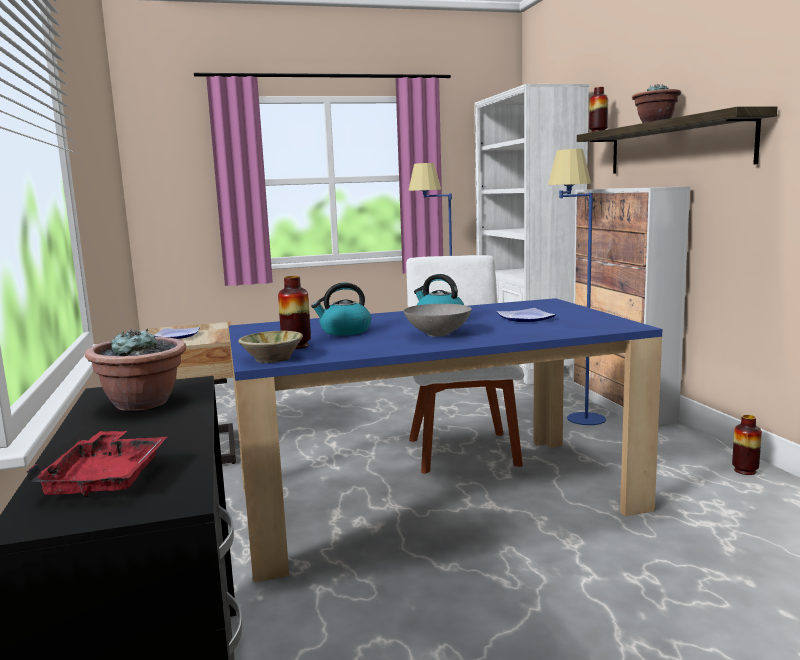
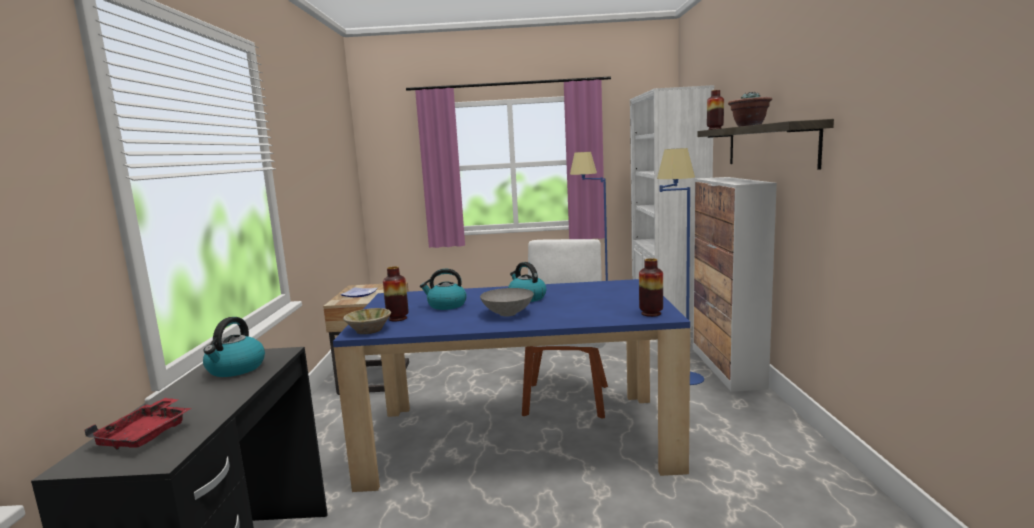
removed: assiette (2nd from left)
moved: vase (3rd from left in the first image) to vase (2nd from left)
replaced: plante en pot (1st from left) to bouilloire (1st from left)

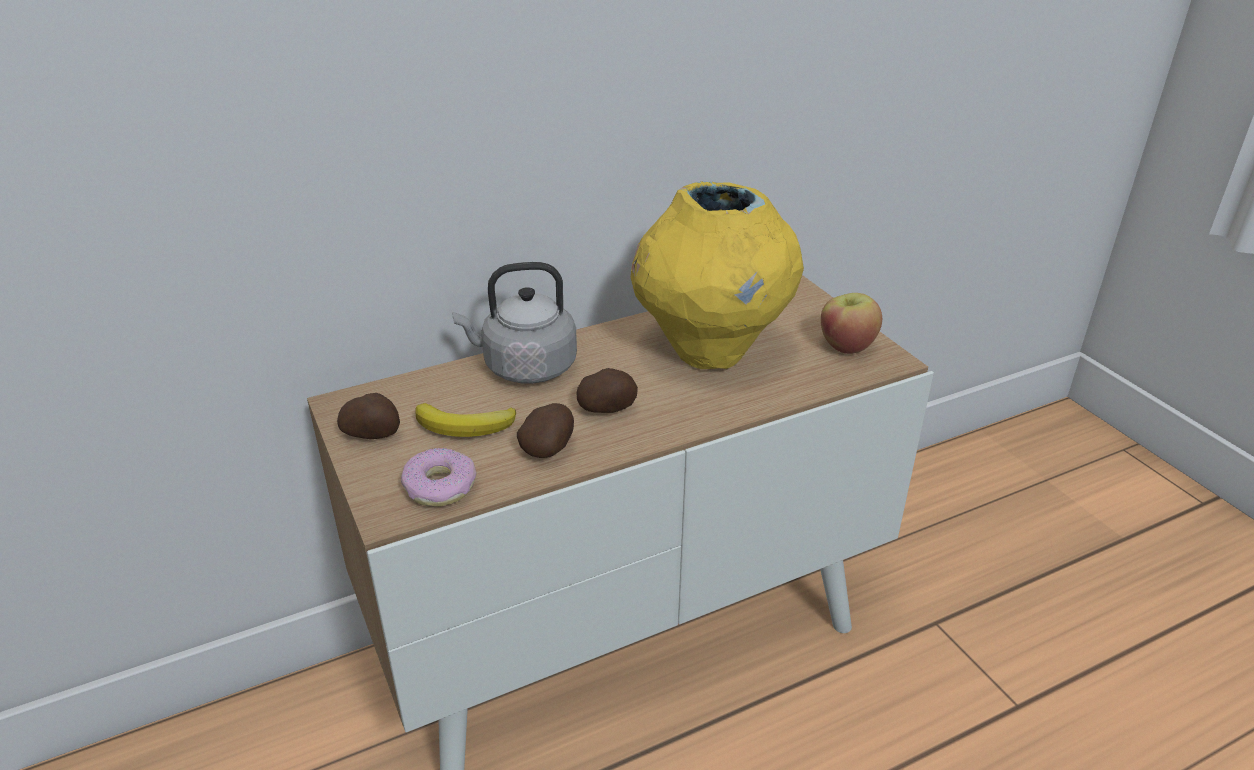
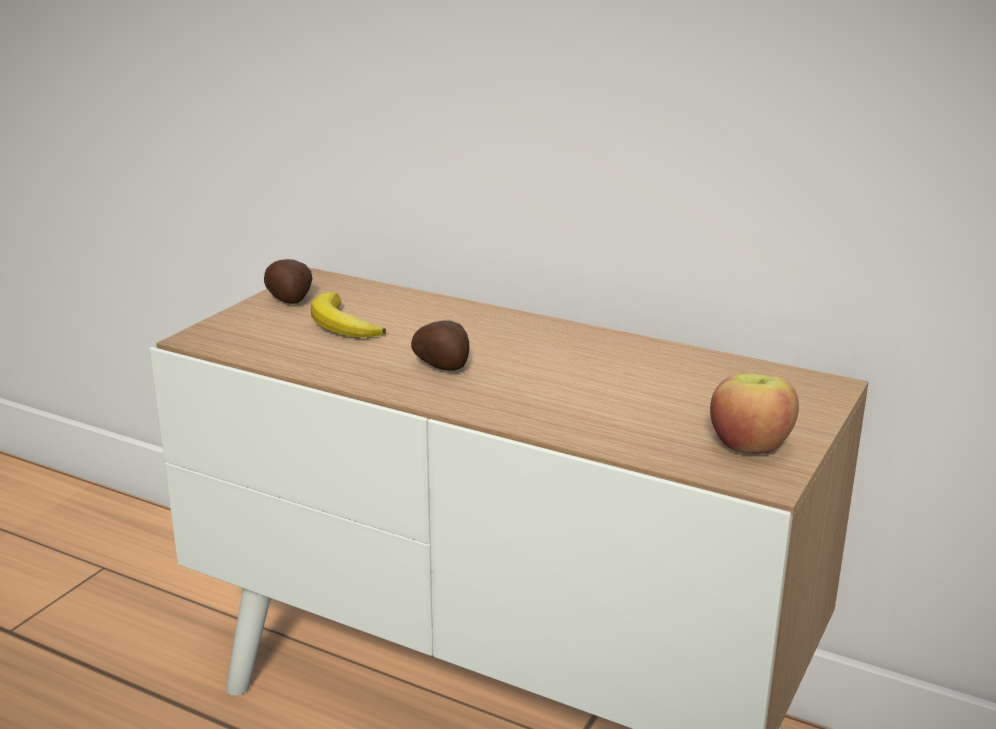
removed: beignet; bouilloire/gris; pomme de terre (2nd from left); vase/jaune

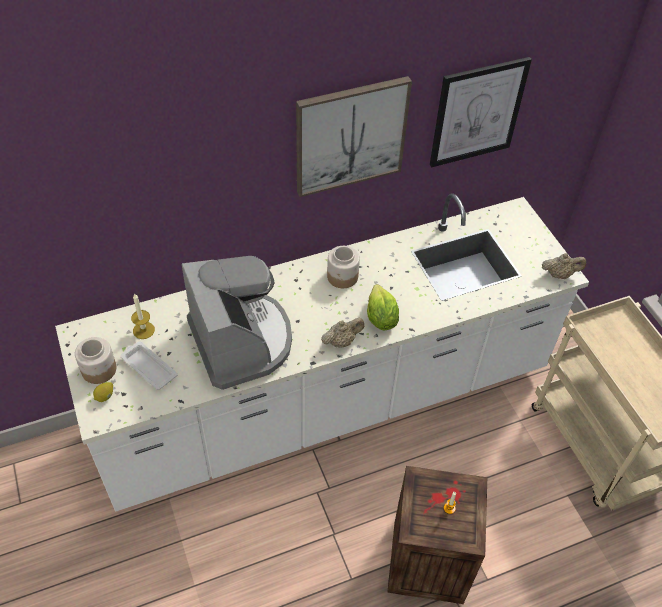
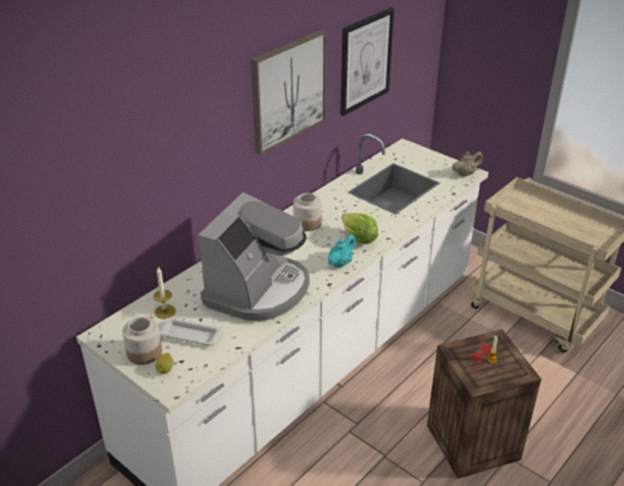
recoloured: théière/beige (1st from left) to théière/turquoise
turned: machine à café 75 degrees clockwise

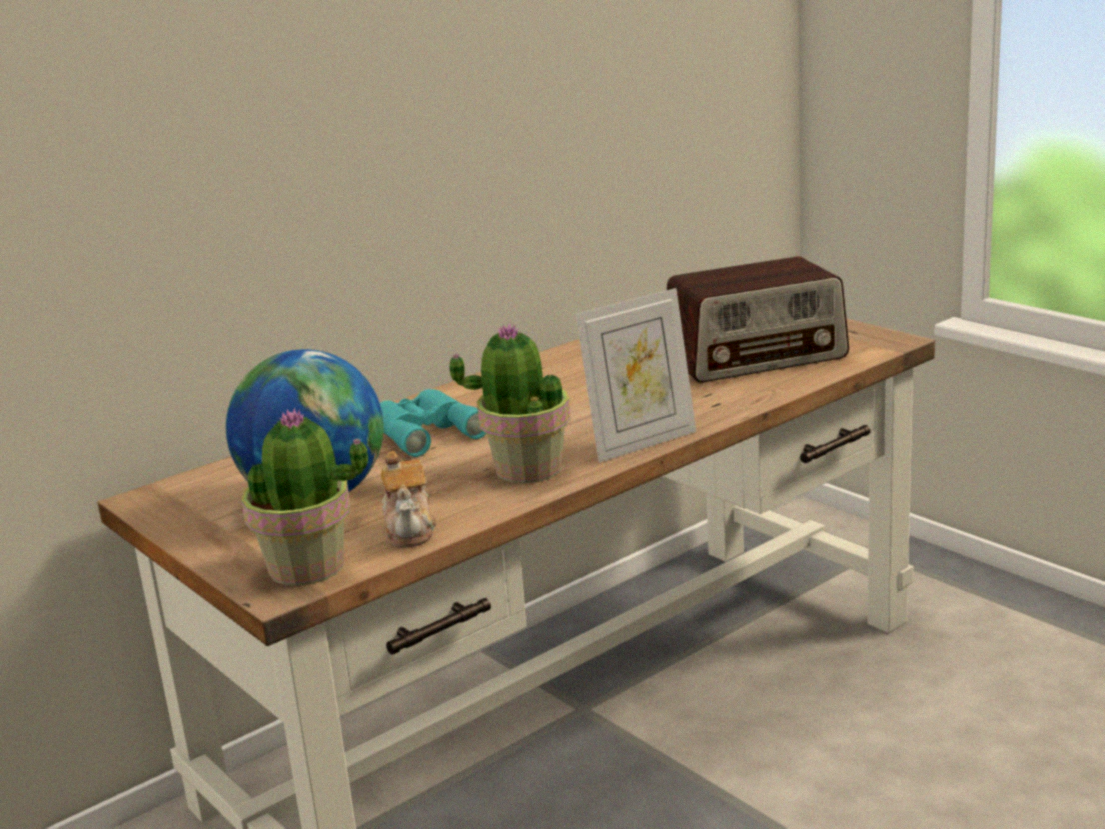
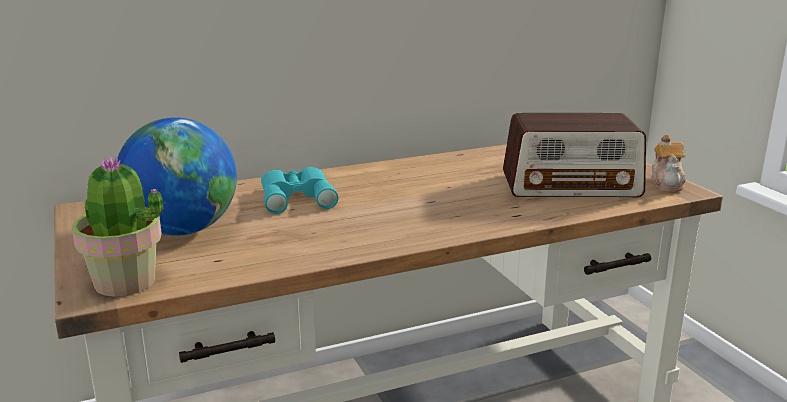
removed: plante en pot (2nd from left); cadre photo
moved: théière

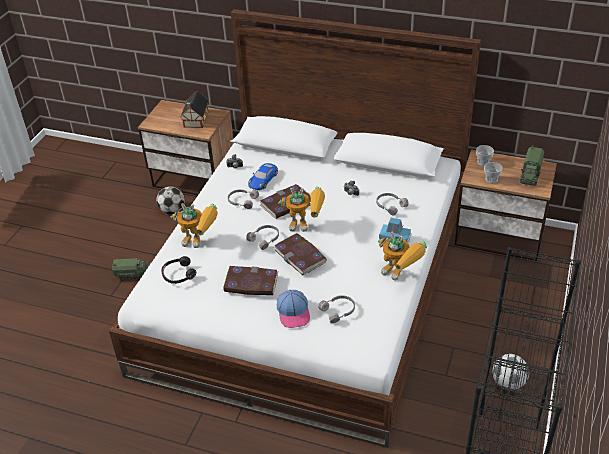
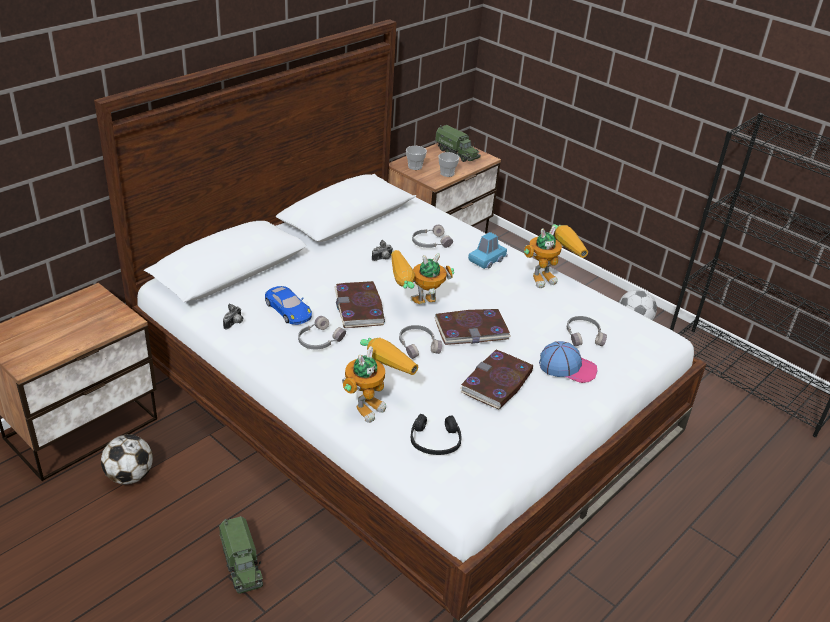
removed: maison miniature
turned: camion jouet (1st from left) 135 degrees clockwise; robot jouet (2nd from left) 135 degrees counterclockwise

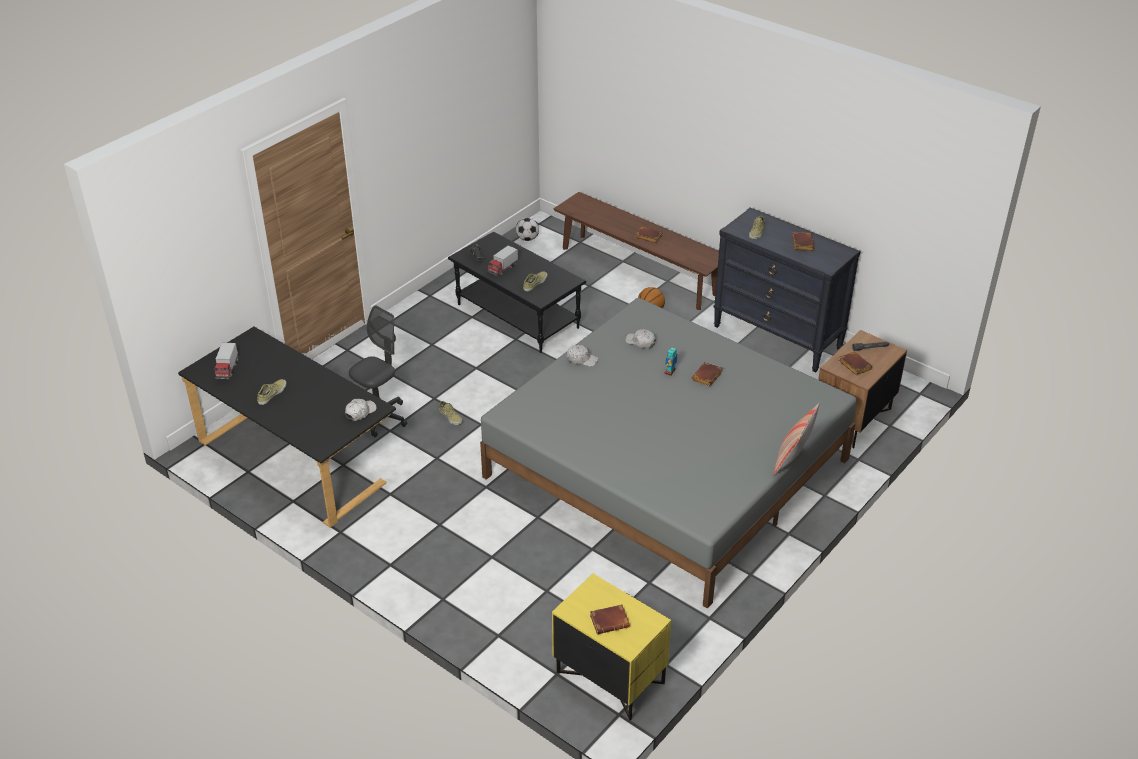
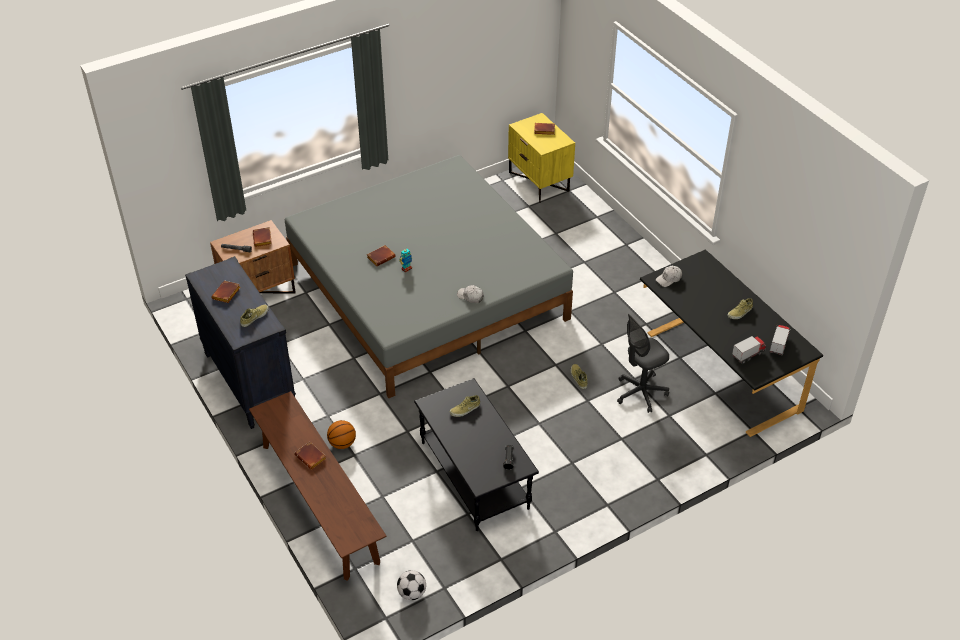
removed: casquette/blanc (3rd from left); coussin
moved: camion jouet (2nd from left in the first image) to camion jouet (1st from left)

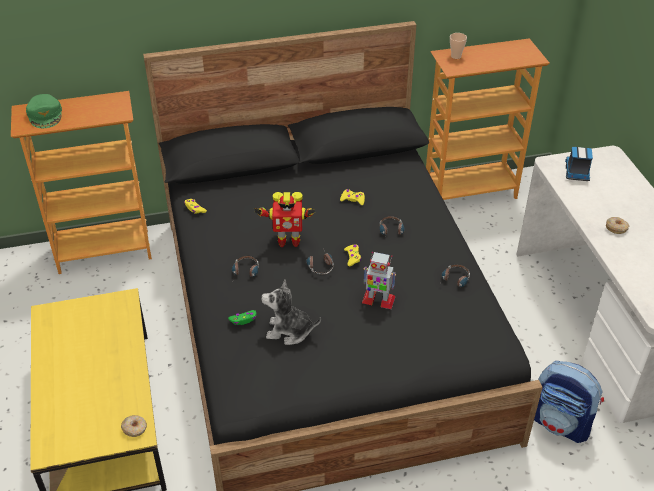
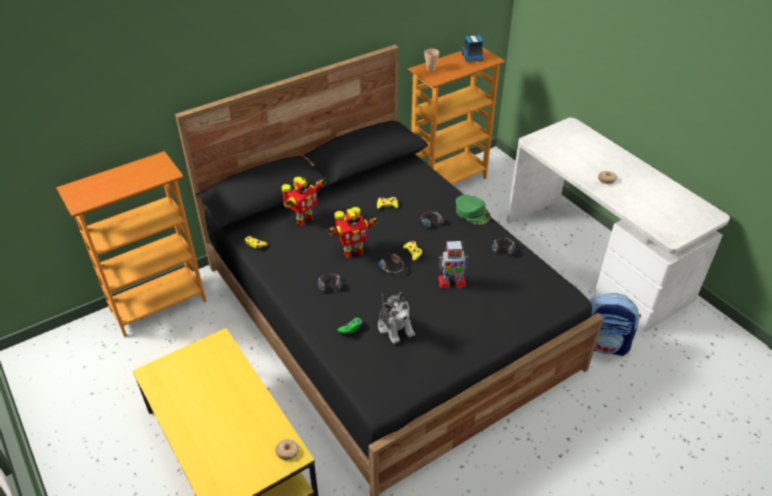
added: robot jouet (1st from left)
moved: casquette/vert; camion jouet
turned: peluche 105 degrees counterclockwise

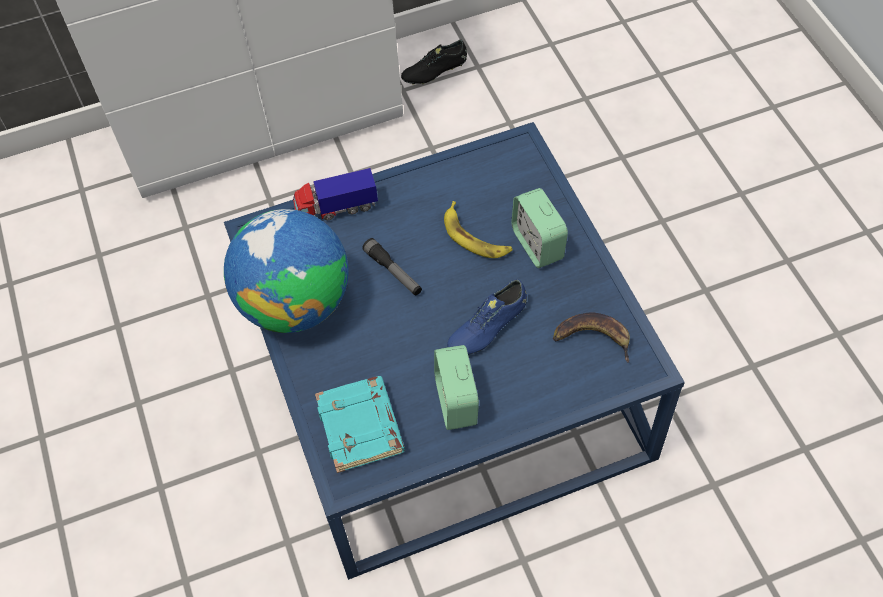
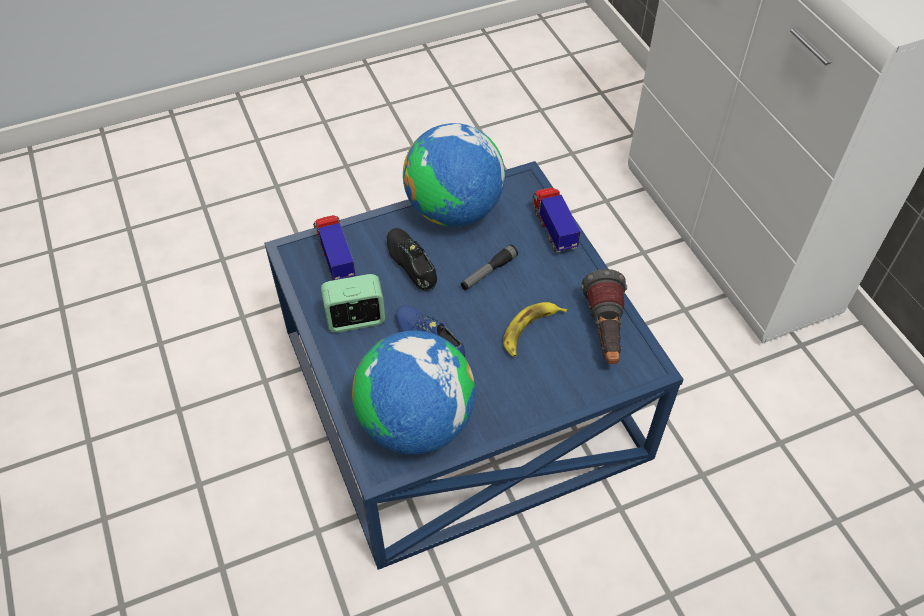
removed: réveil (2nd from left)
added: lampe de poche (2nd from left)
moved: chaussure/noir
replaced: livre/turquoise to camion jouet (1st from left); banane (2nd from left) to globe (1st from left)

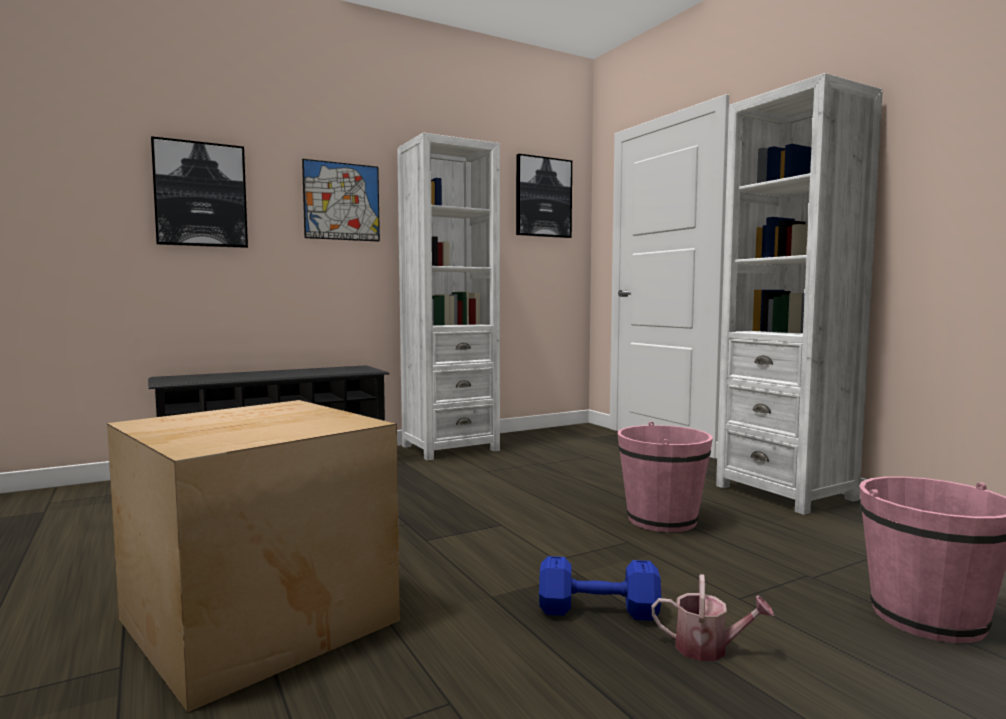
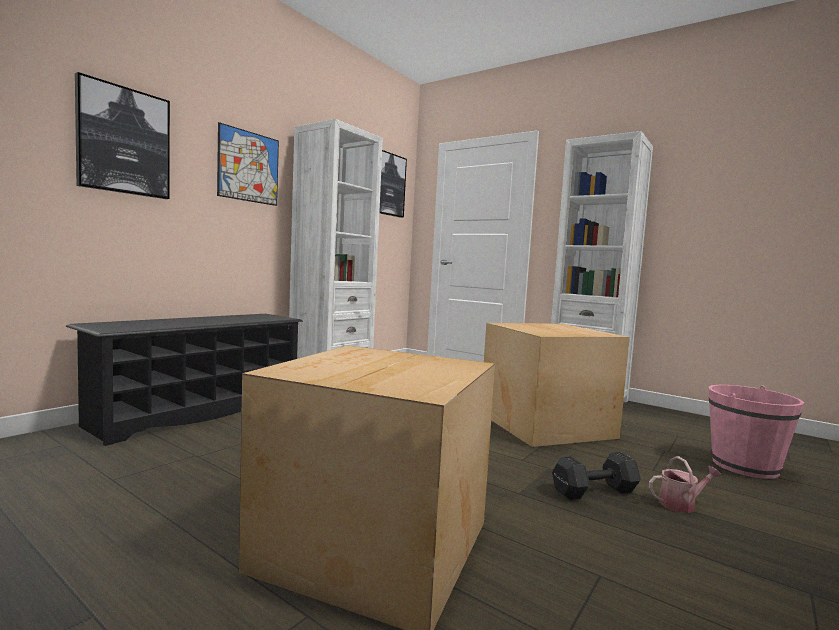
replaced: seau/rose (1st from left) to carton (2nd from left)
recoloured: haltère/bleu to haltère/noir

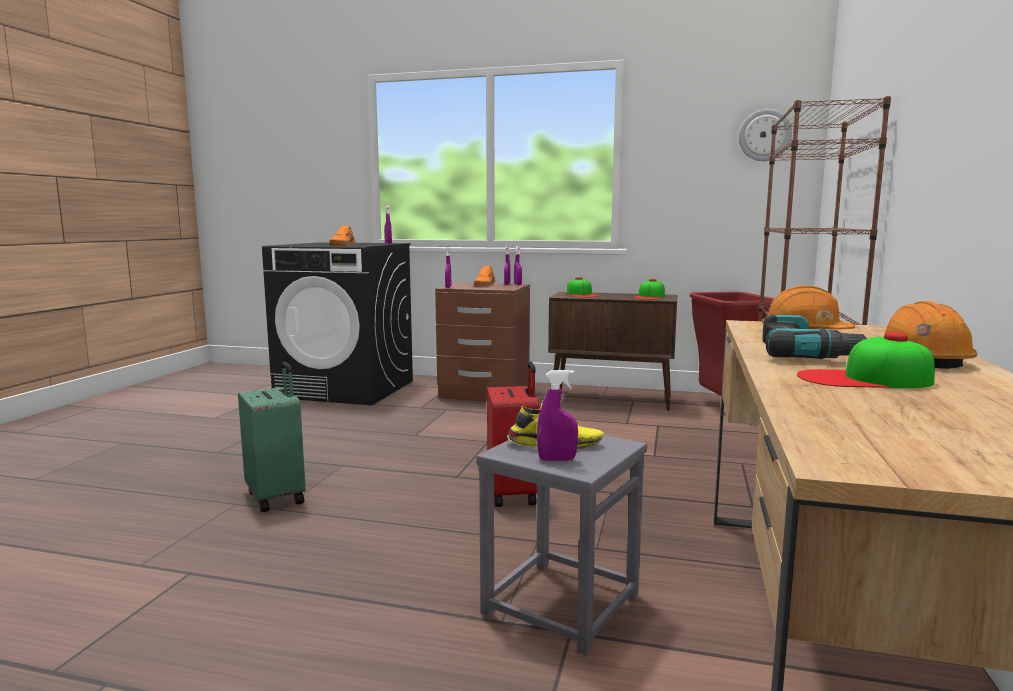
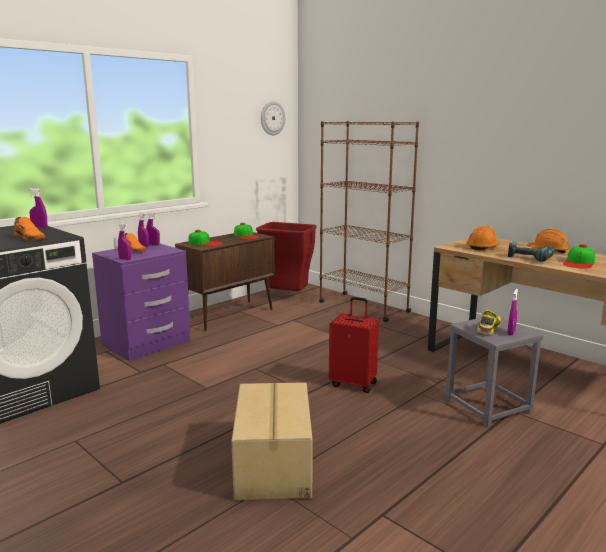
replaced: valise/vert to carton
recoloured: table de chevet/marron to table de chevet/violet

